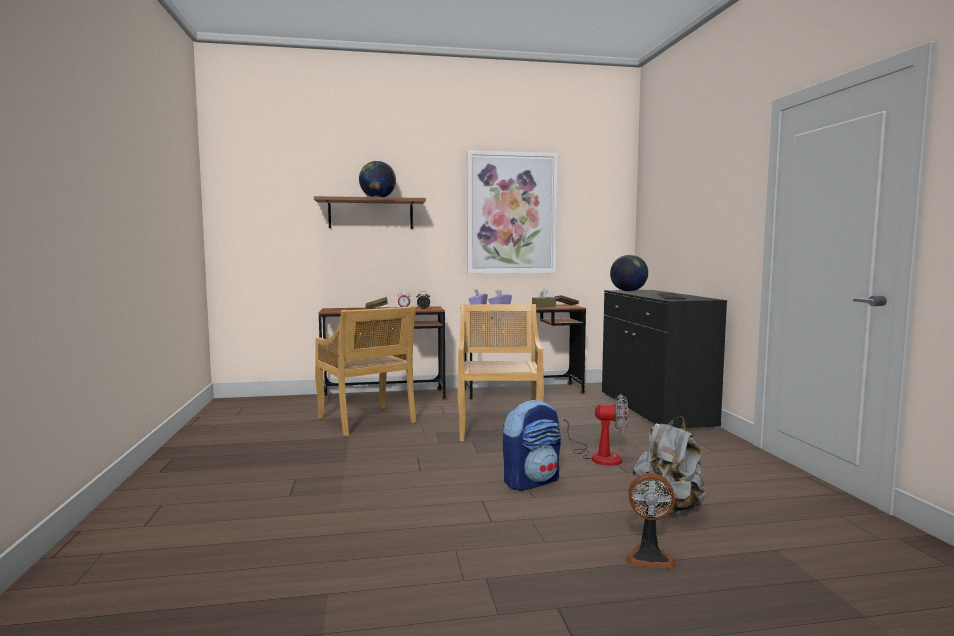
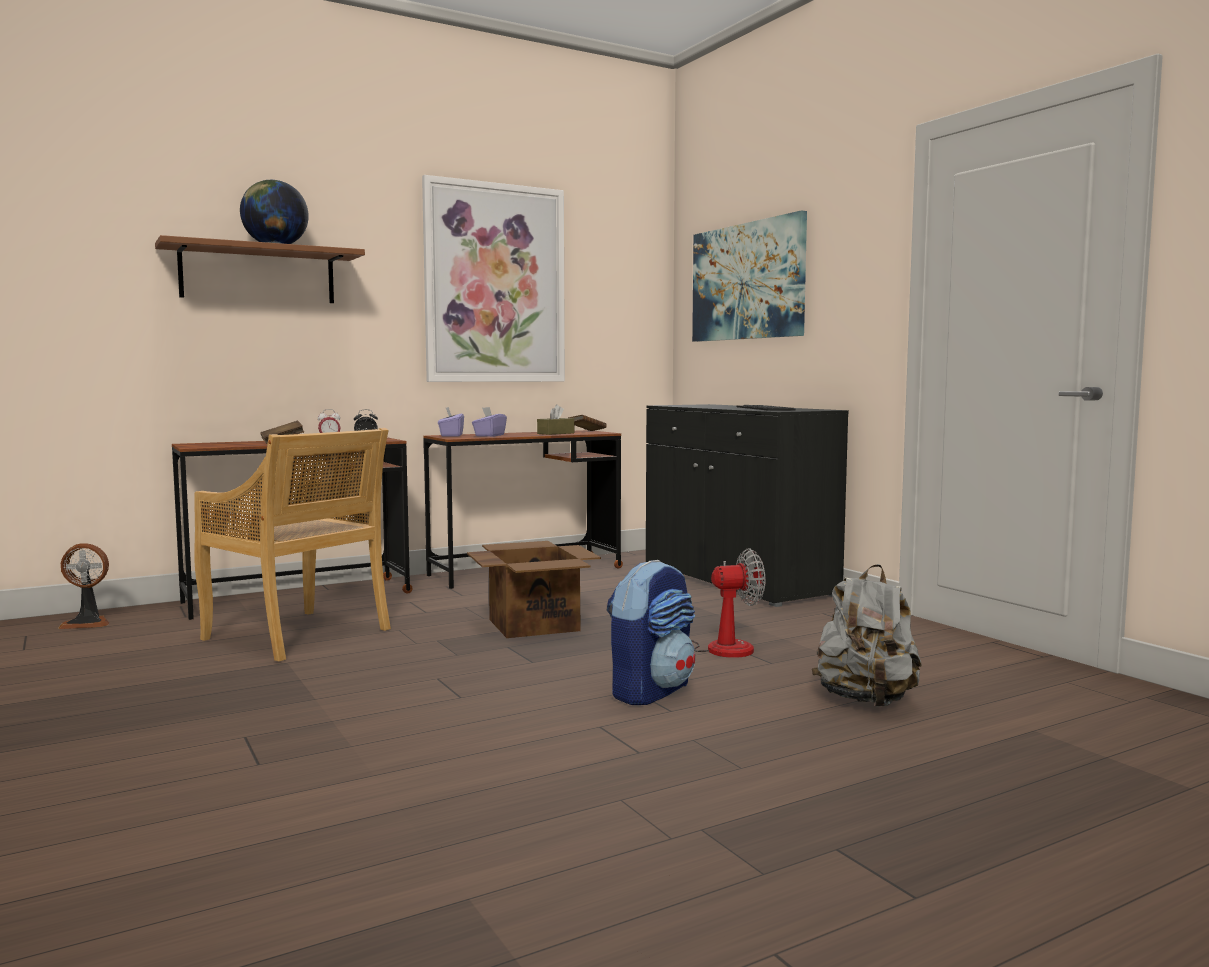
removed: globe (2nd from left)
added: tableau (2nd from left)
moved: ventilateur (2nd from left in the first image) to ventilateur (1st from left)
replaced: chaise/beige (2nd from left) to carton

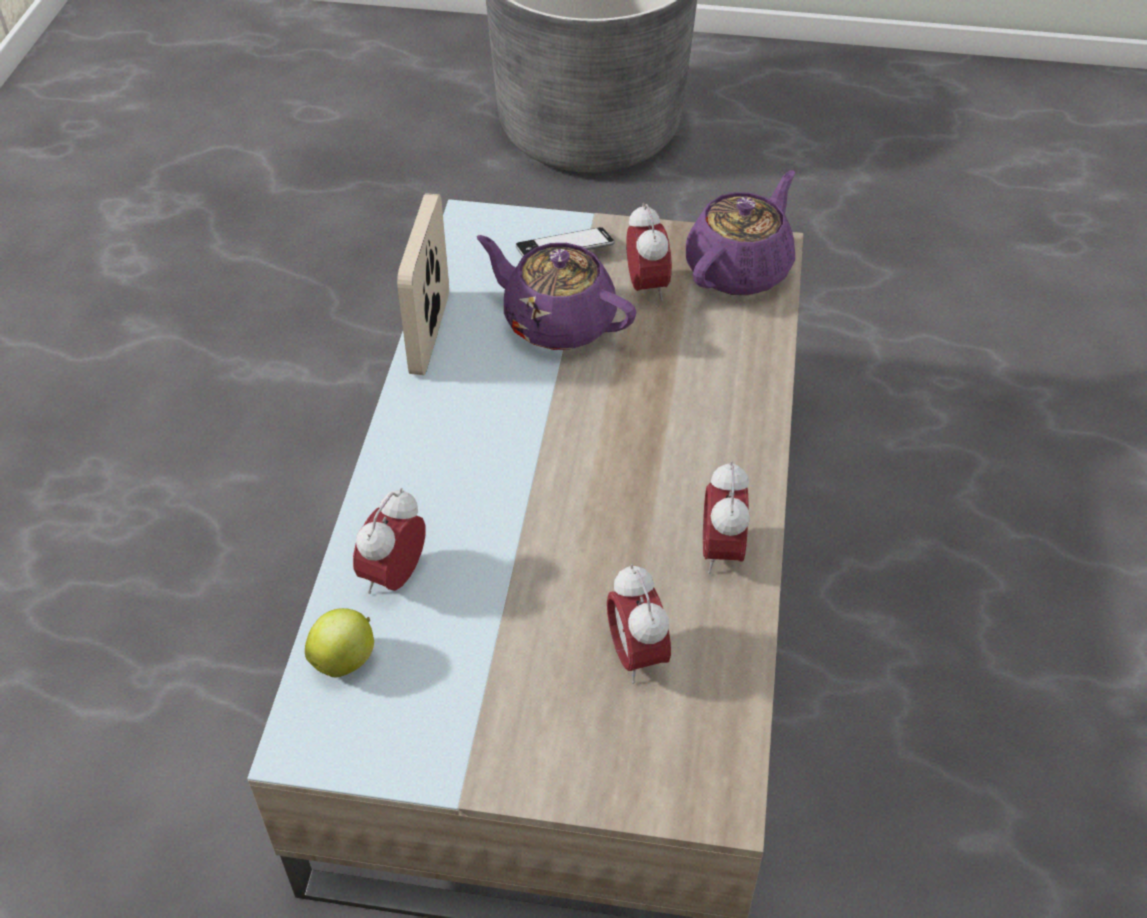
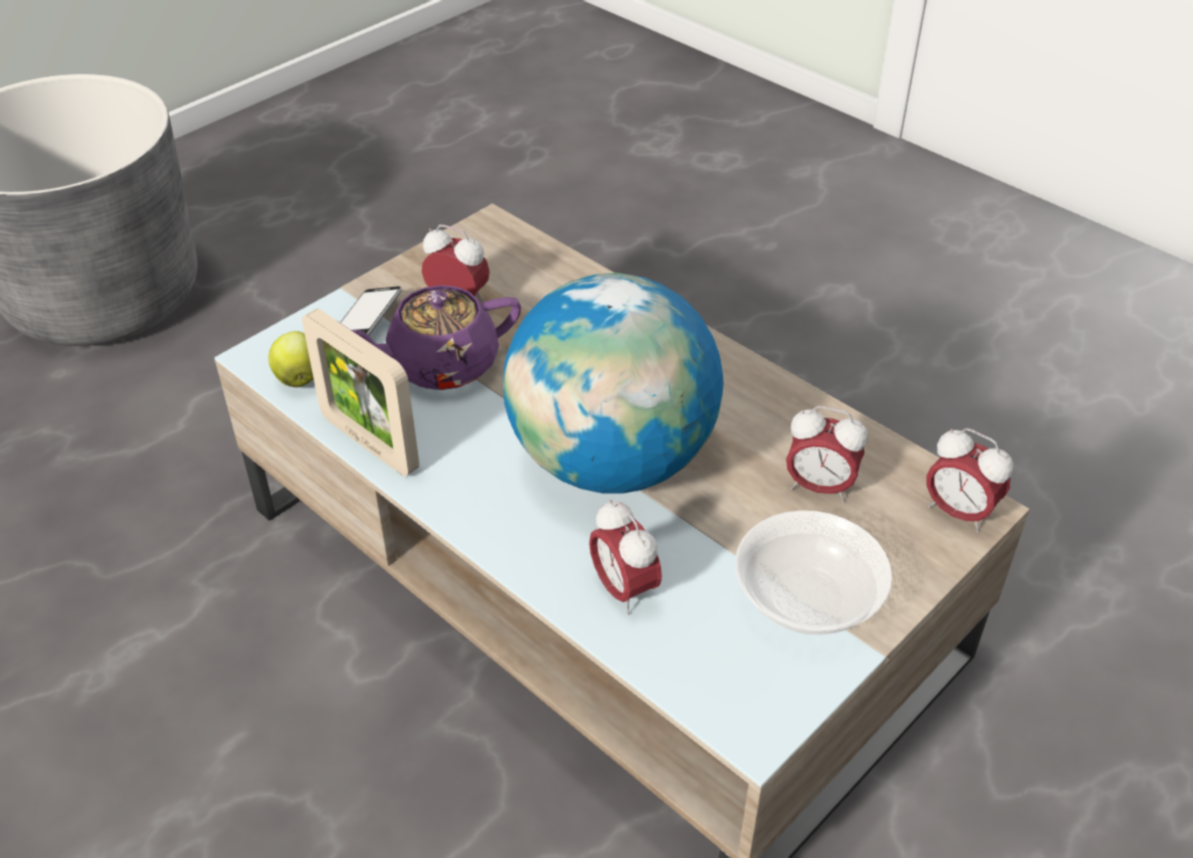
removed: théière/violet (2nd from left)
added: globe; bol
moved: pomme; réveil (4th from left)

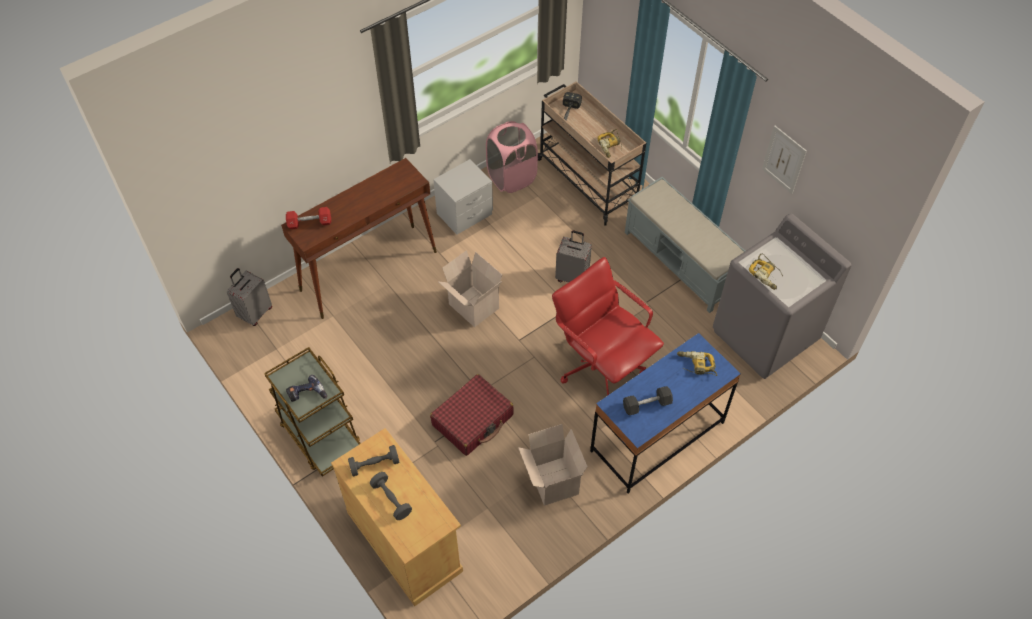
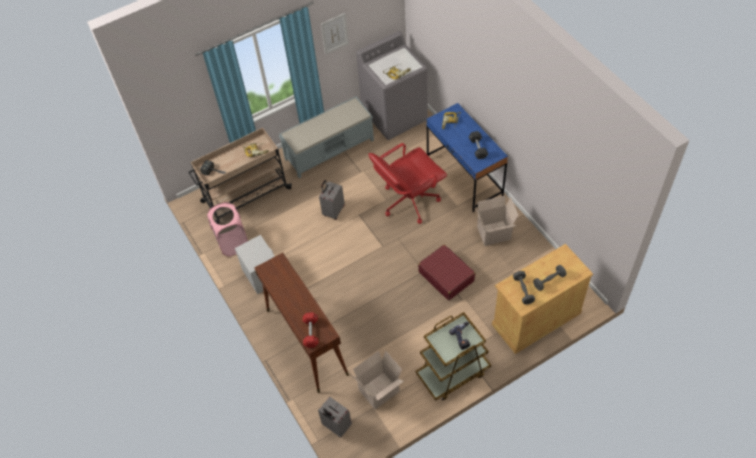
moved: carton (1st from left)

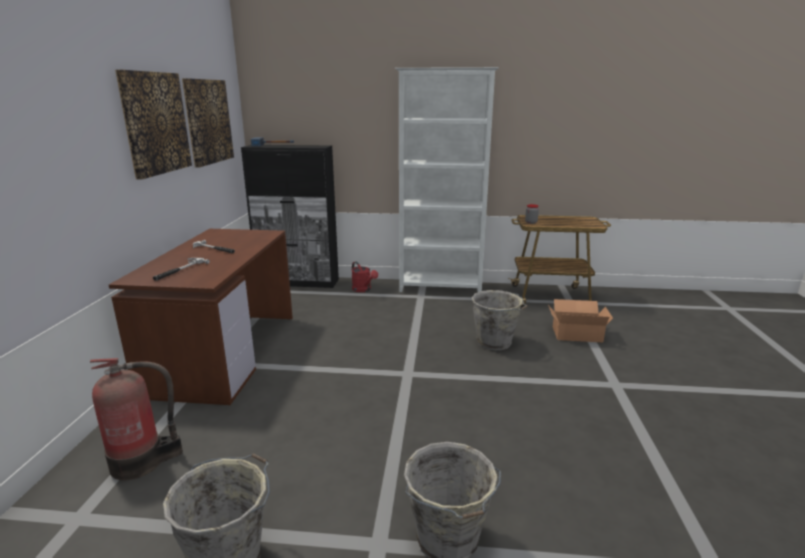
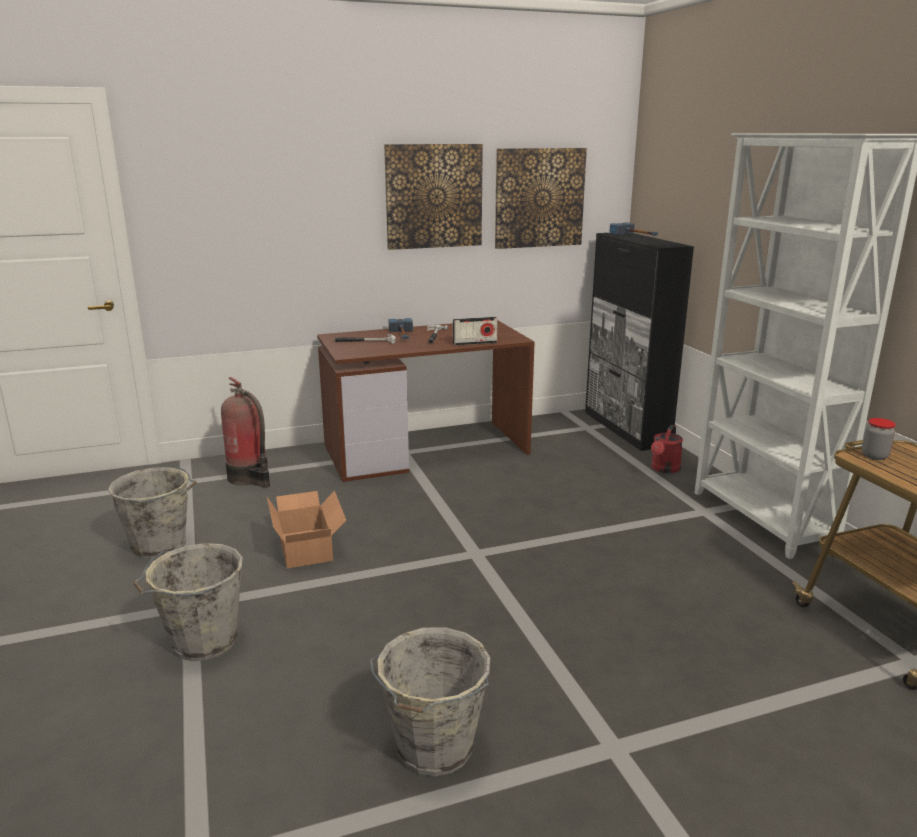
added: marteau (2nd from left); radio
moved: seau/gris (3rd from left); carton

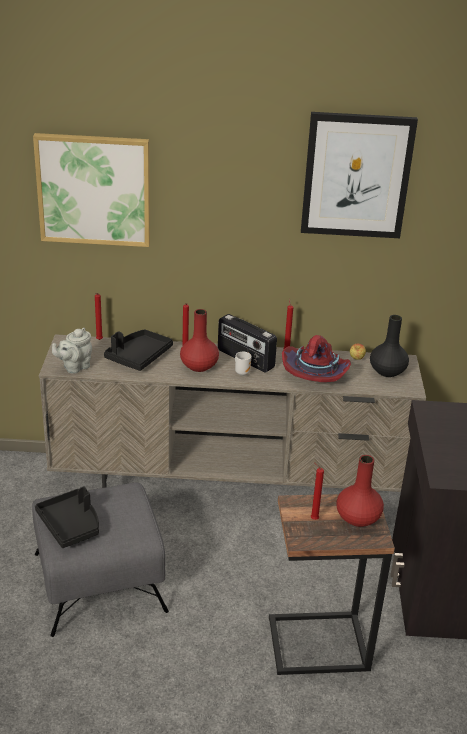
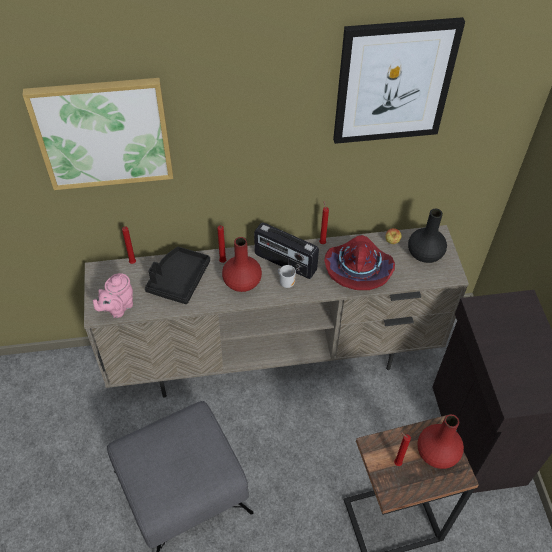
removed: plateau/noir (1st from left)
recoloured: théière/gris to théière/rose

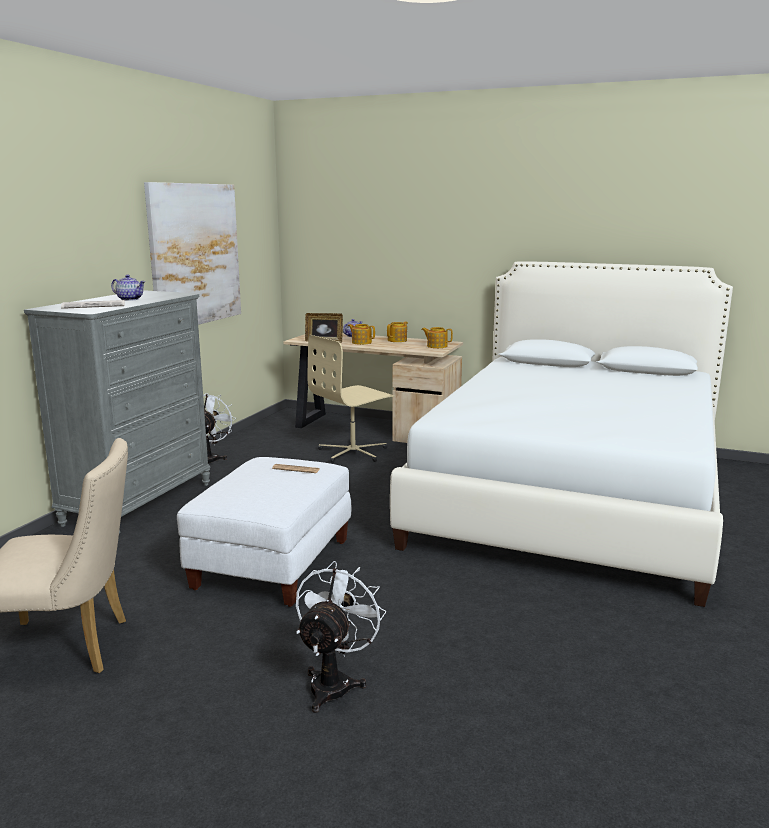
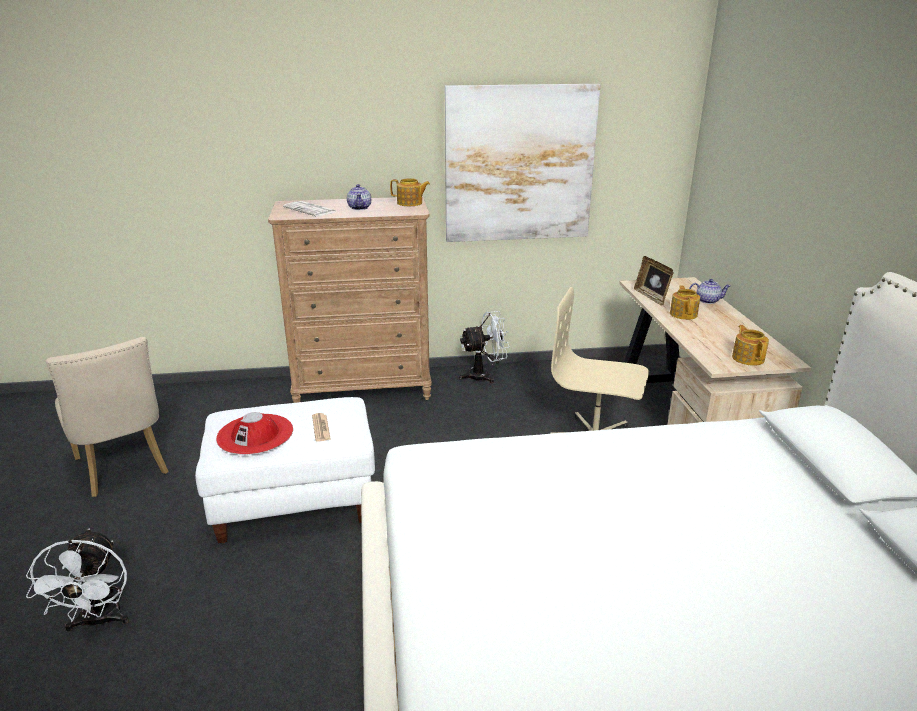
added: chapeau/rouge
moved: théière (4th from left in the first image) to théière (2nd from left)
recoloured: commode/gris to commode/marron
turned: ventilateur/blanc (2nd from left in the first image) 90 degrees clockwise

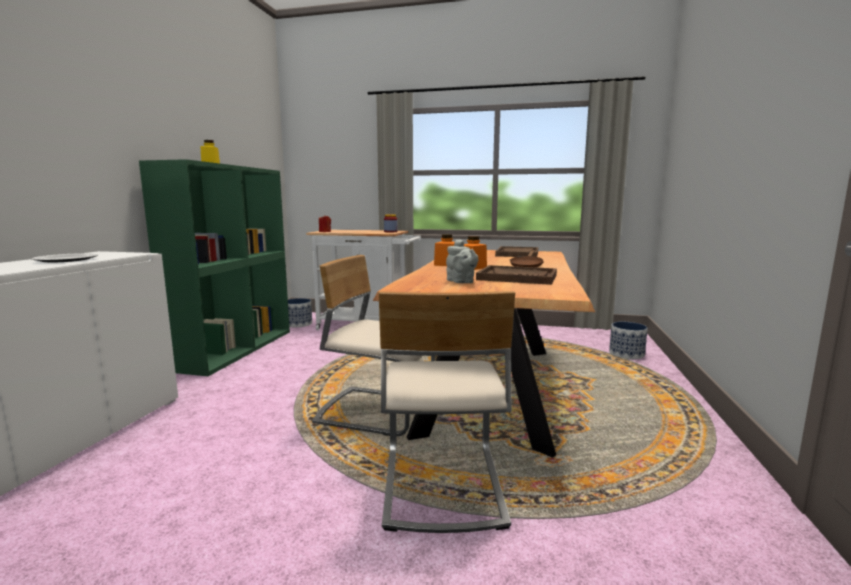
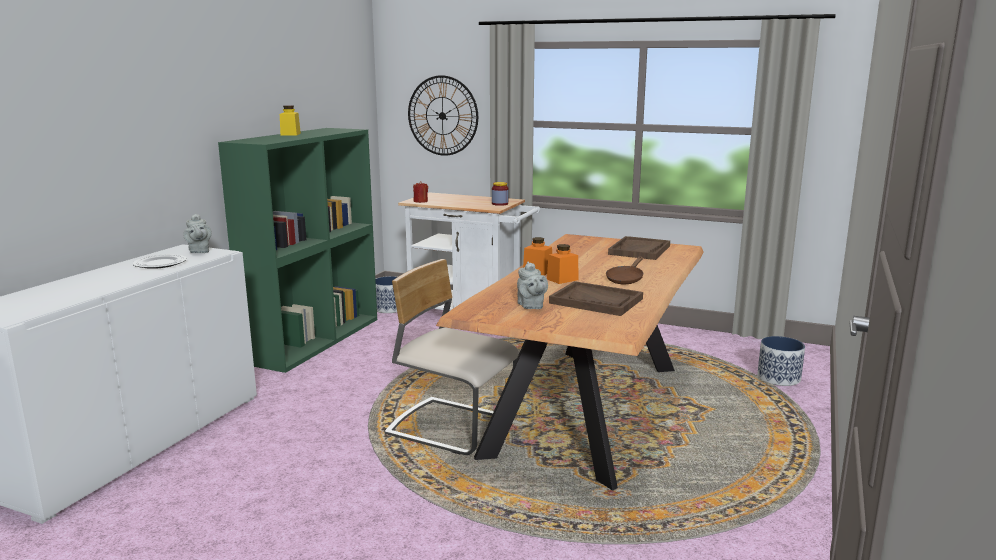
removed: chaise/beige (2nd from left)
added: théière/gris (1st from left); horloge murale

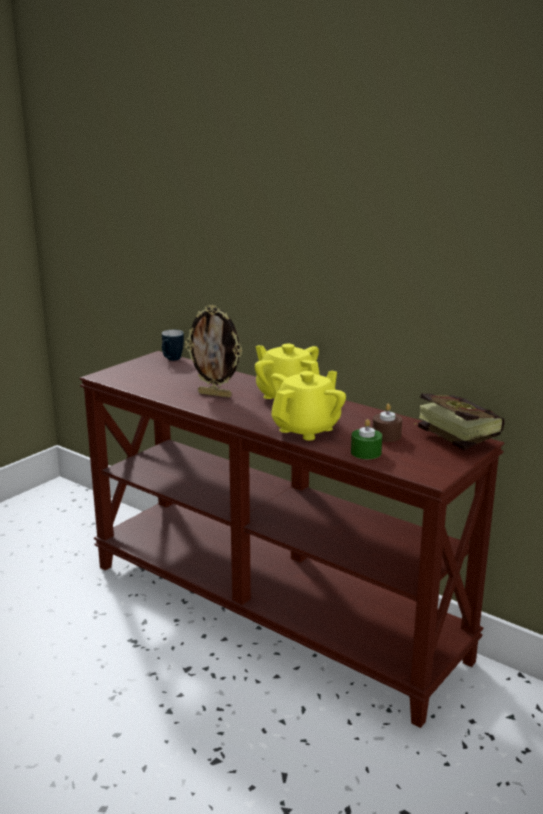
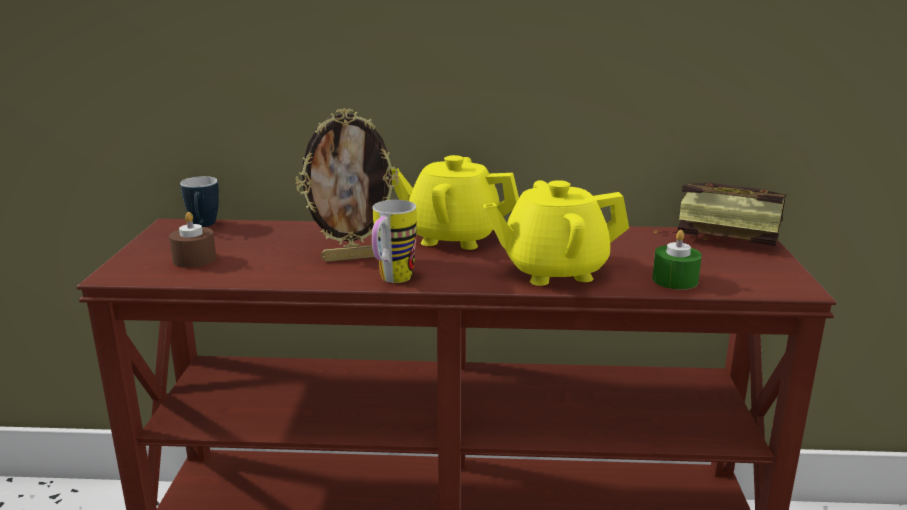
added: mug (2nd from left)
moved: bougie/marron
turned: théière/jaune (2nd from left) 105 degrees counterclockwise

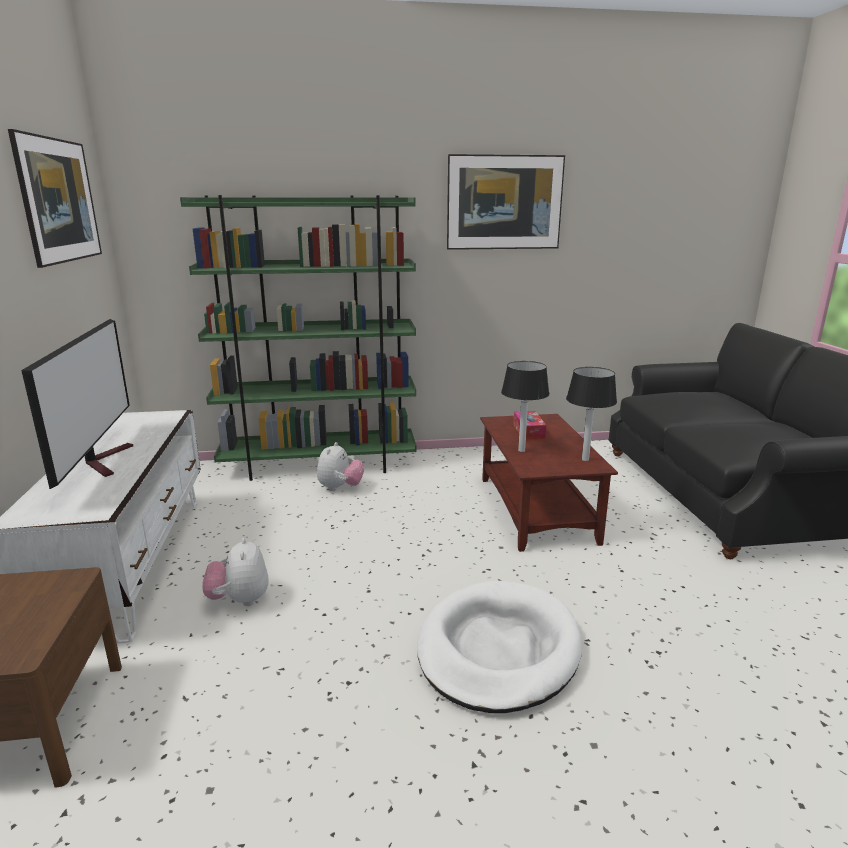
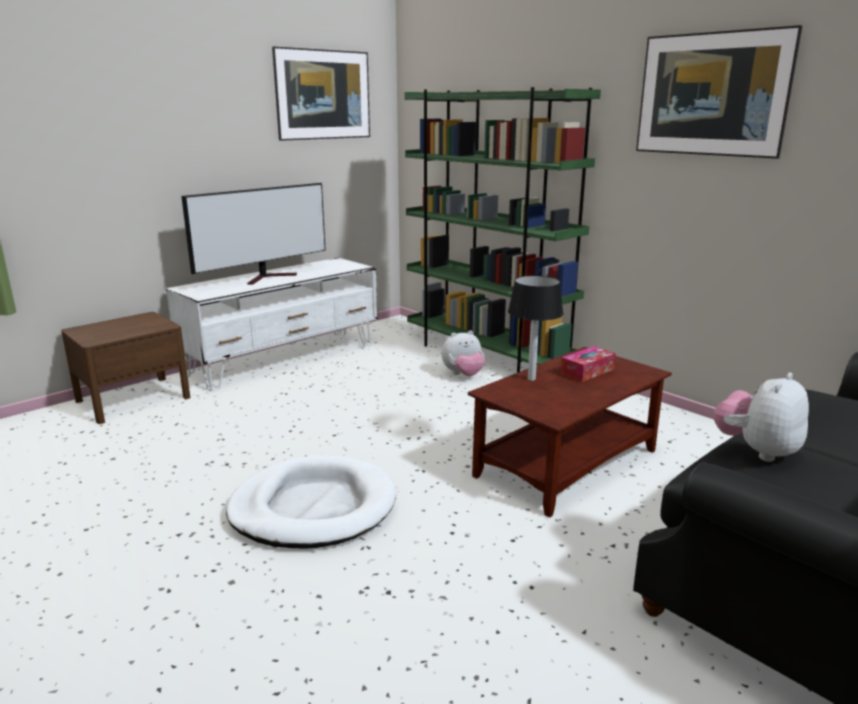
removed: lampe de table (2nd from left)
moved: peluche (1st from left in the first image) to peluche (2nd from left)

